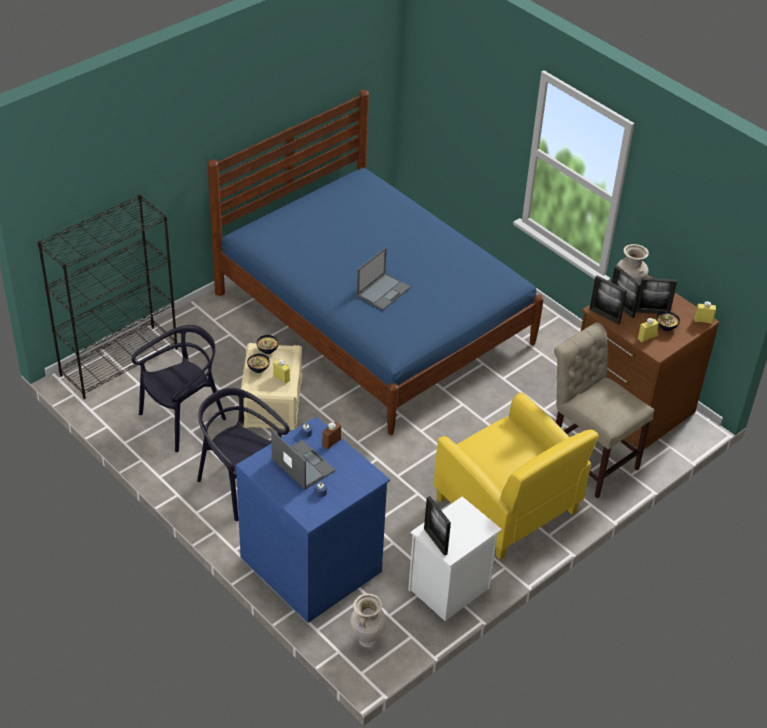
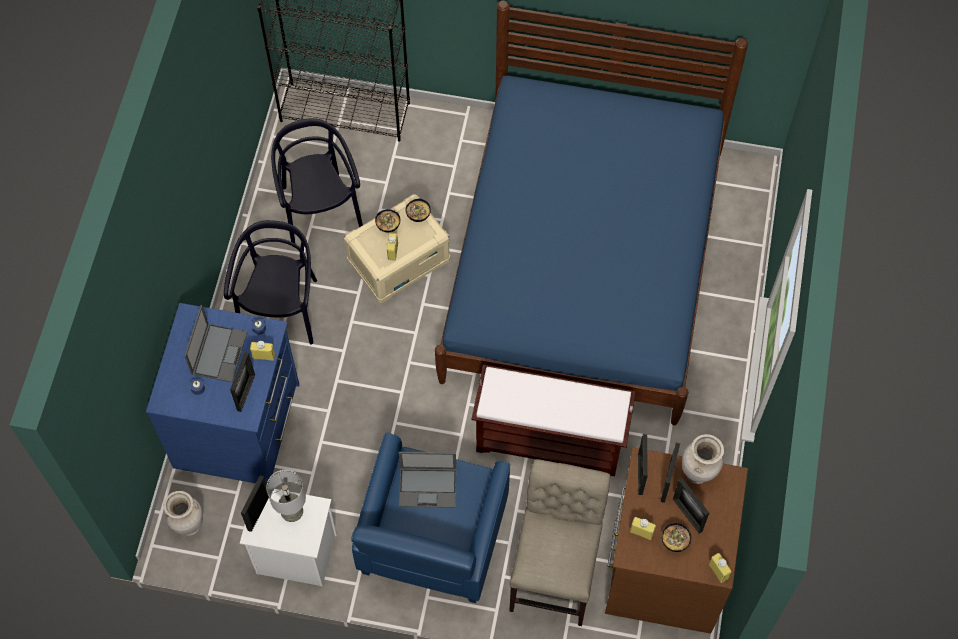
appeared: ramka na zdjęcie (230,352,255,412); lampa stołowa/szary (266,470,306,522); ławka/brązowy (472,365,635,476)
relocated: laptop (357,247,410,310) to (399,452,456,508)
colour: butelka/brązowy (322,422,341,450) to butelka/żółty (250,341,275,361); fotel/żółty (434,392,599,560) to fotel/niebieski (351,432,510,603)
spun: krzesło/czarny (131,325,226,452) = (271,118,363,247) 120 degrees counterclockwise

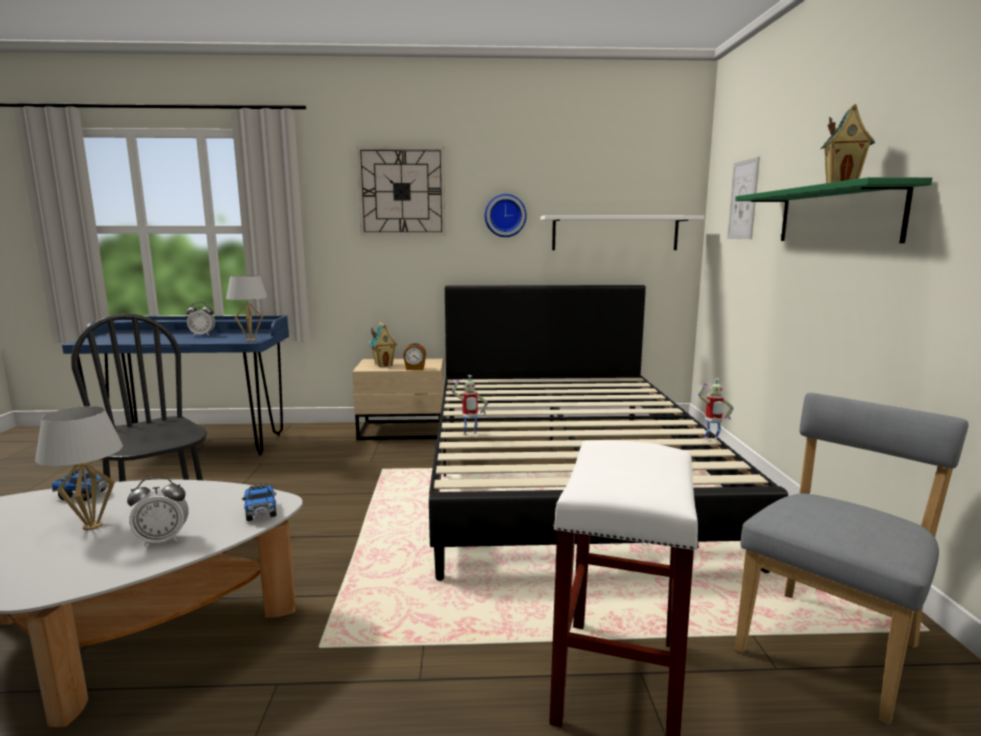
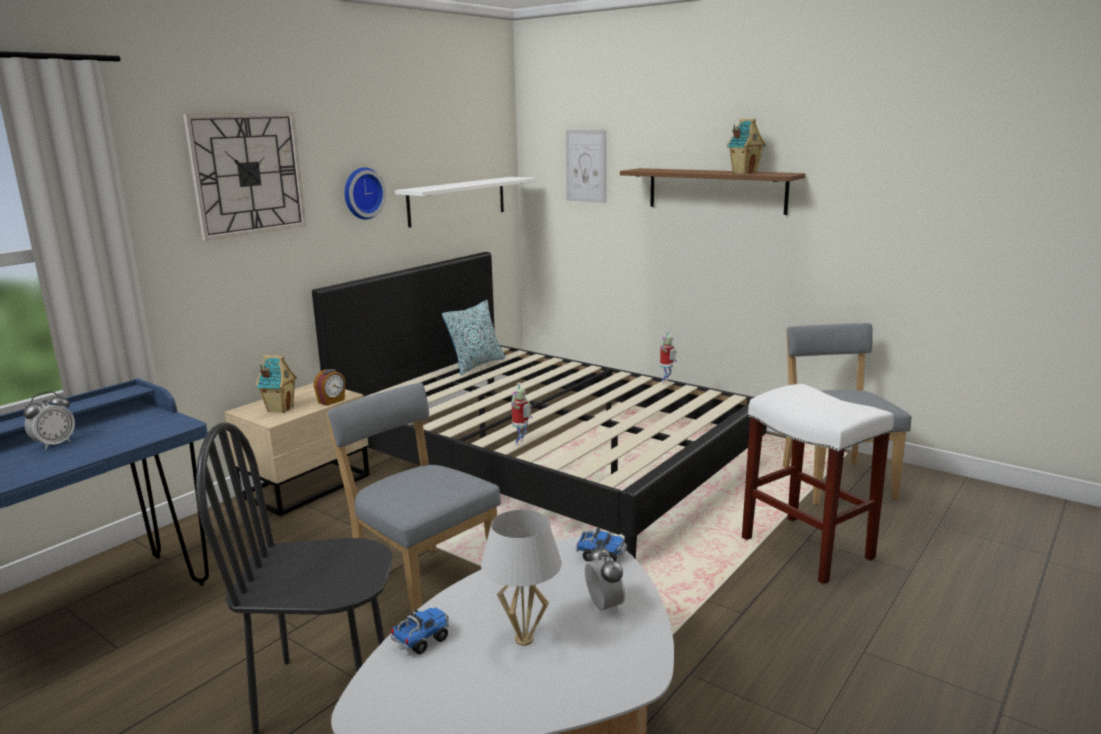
missing: lampa stołowa/biały (226,275,268,341)
appeared: krzesło/szary (326,383,501,613); poduszka (442,300,505,375)
colour: półka/zielony (735,177,932,243) to półka/brązowy (620,168,805,215)
spun: budzik (127,477,189,546) = (585,544,625,613) 45 degrees counterclockwise

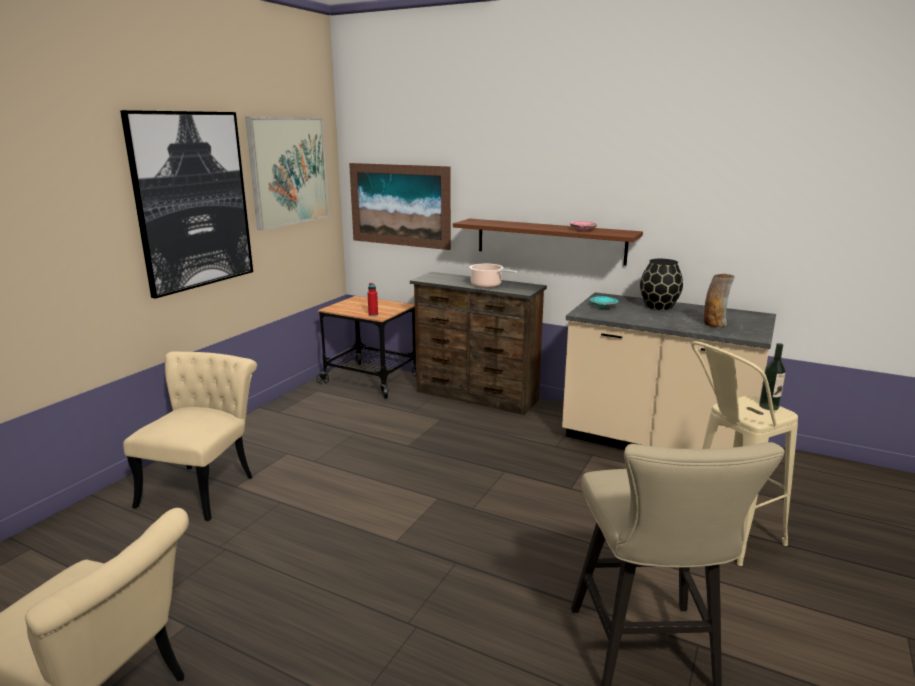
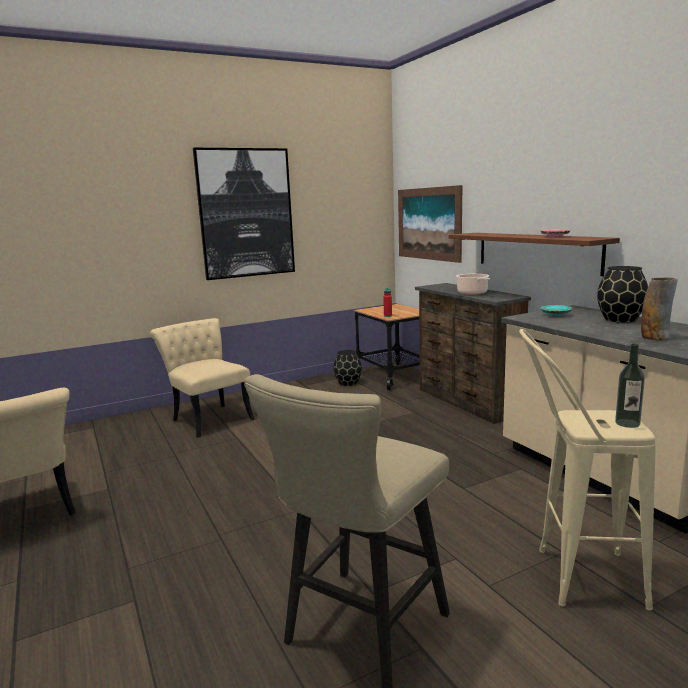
missing: obraz (245,117,329,230)
appeared: wazon/czarny (333,350,362,386)
spun: krzesło/beżowy (123,351,257,521) = (150,318,255,438) 90 degrees counterclockwise

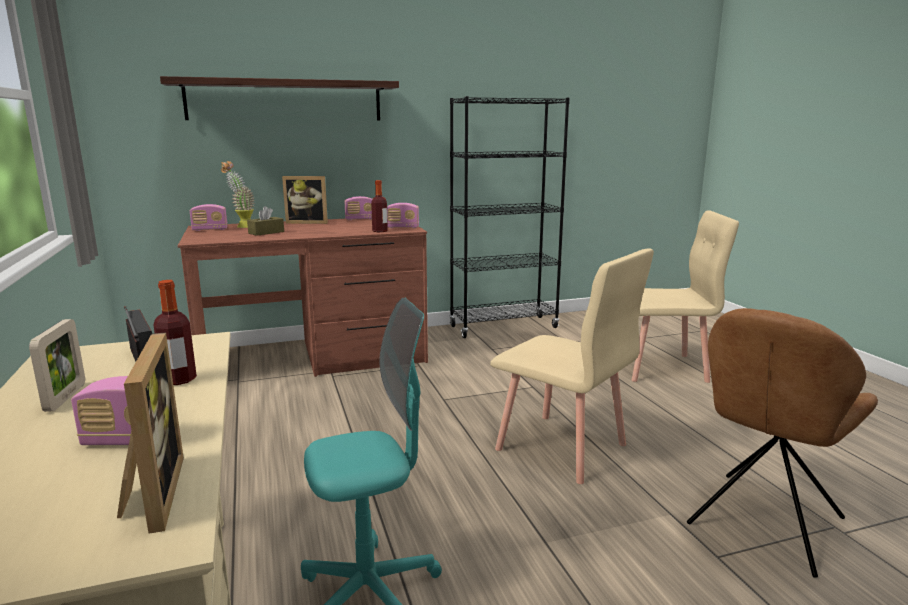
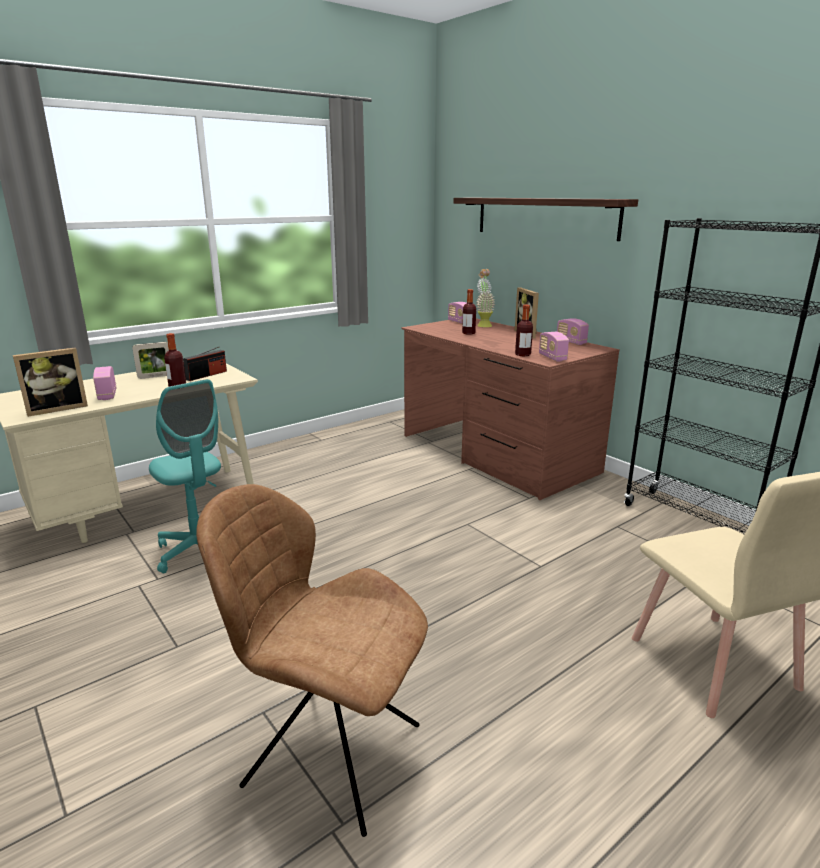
missing: krzesło/beżowy (490,248,654,484)
exchanged: pudełko chusteczek/brązowy (247,206,284,236) to butelka (462,289,476,335)

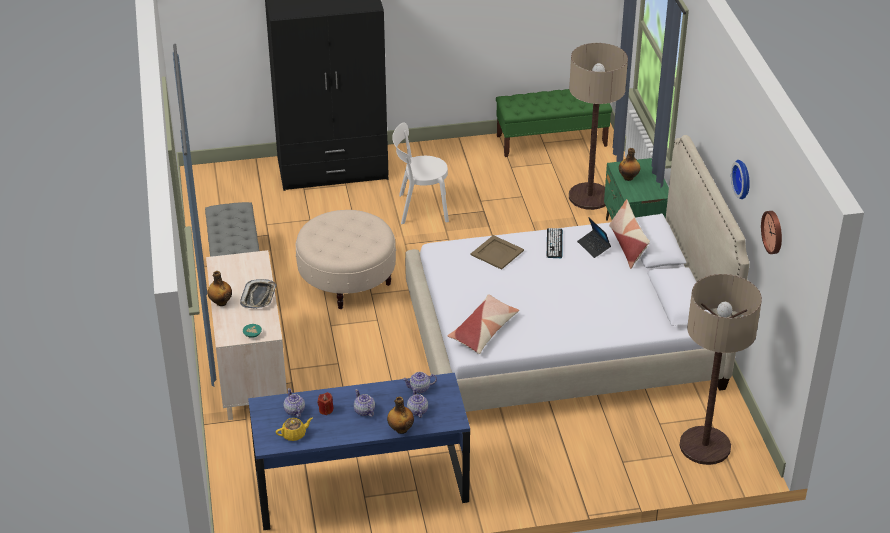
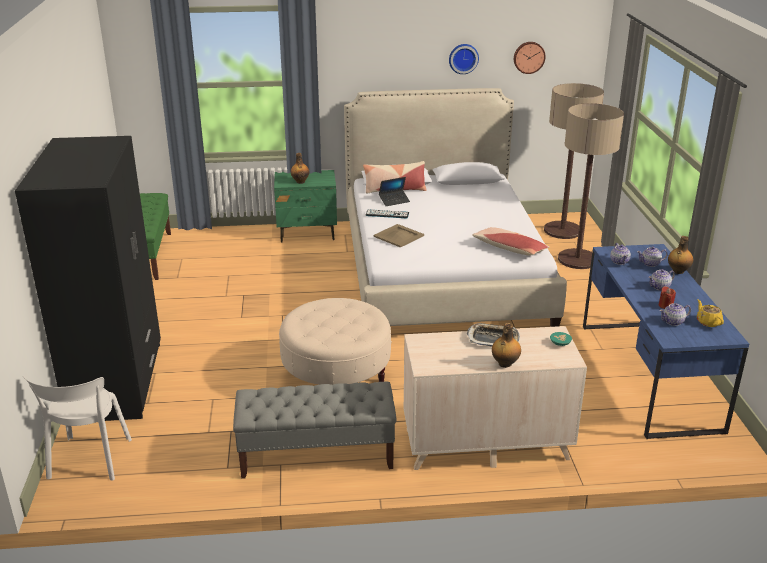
relocated: krzesło/biały (392,123,449,224) to (23,376,132,481); lampa stojąca (569,43,628,210) to (558,103,624,269)

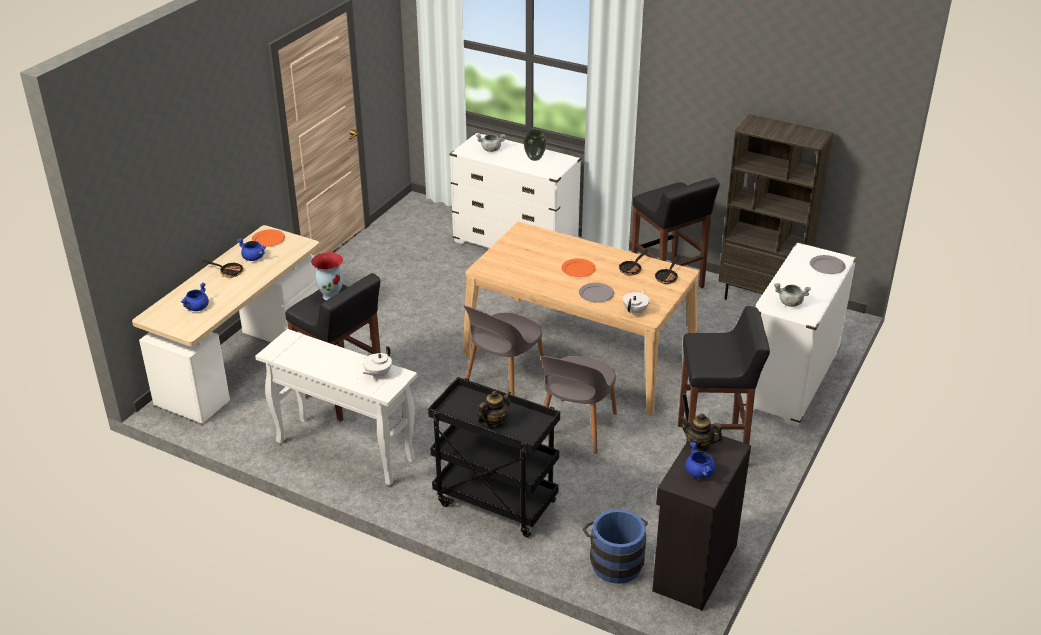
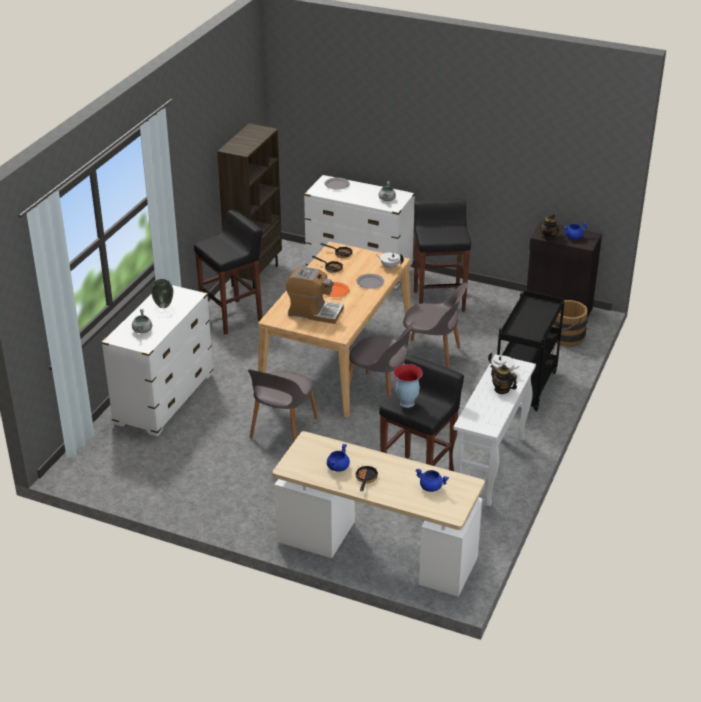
missing: talerz/pomarańczowy (252,229,285,247)
appeared: krzesło/szary (248,369,318,442); ekspres do kawy (286,266,344,324)
relocated: imbryk (477,391,511,428) to (491,364,517,394)
colour: wiadro/niebieski (583,509,648,584) to wiadro/brązowy (552,300,588,347)

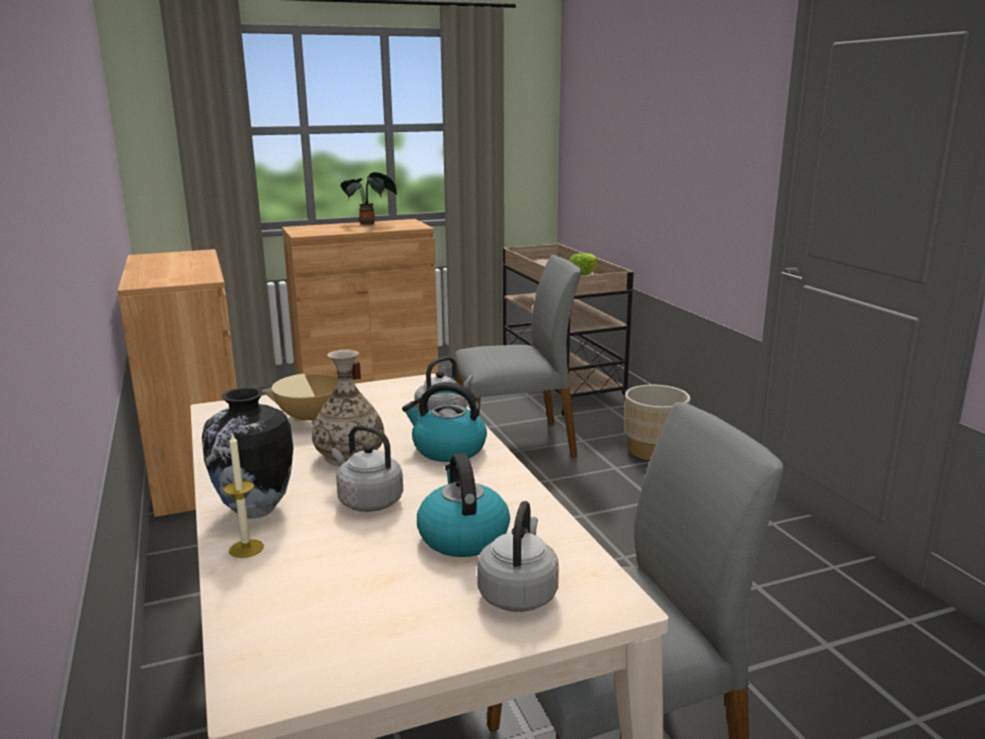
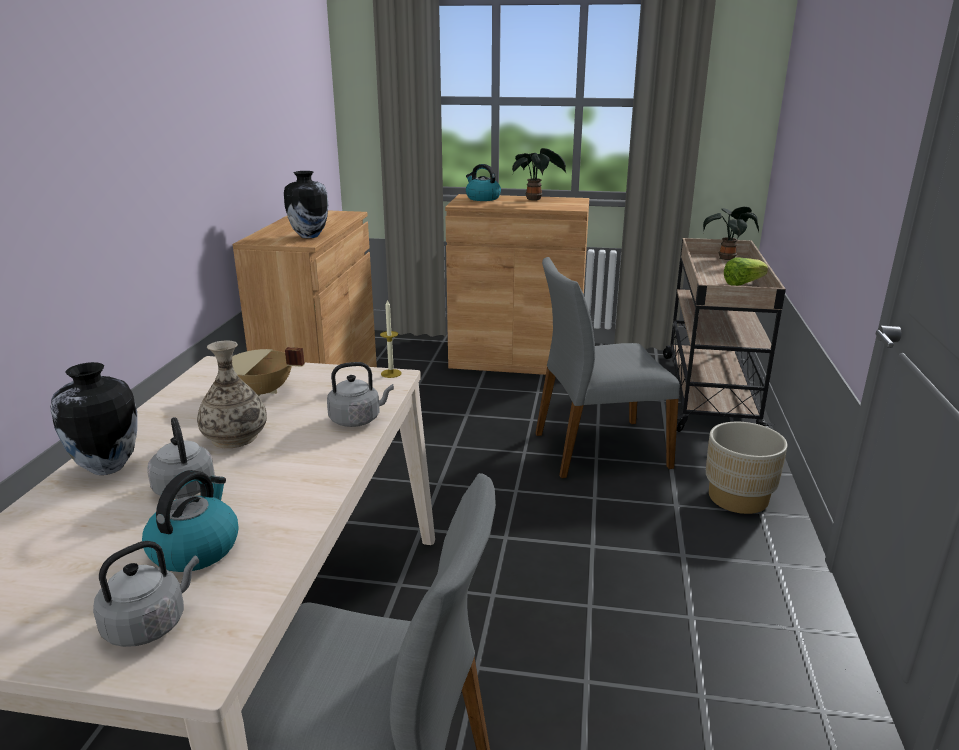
appeared: wazon (284,171,328,238); roślina doniczkowa (703,207,759,260)
relocated: świeca (224,433,264,558) to (380,299,402,378); czajnik (402,382,487,462) to (466,164,501,201)
spun: krzesło/szary (455,255,582,458) = (535,257,680,478) 150 degrees clockwise

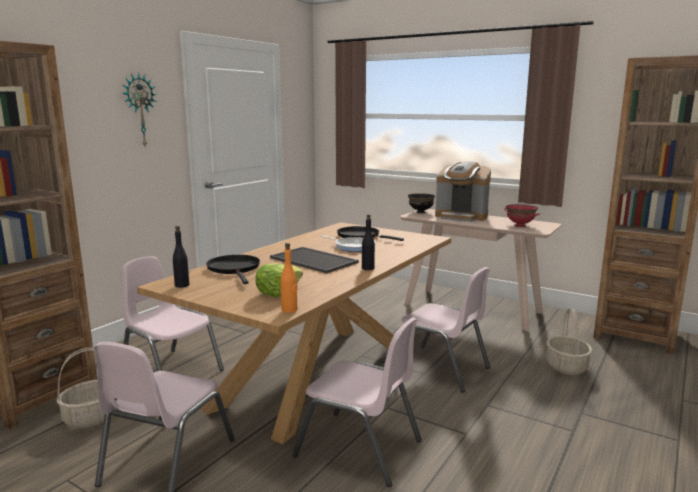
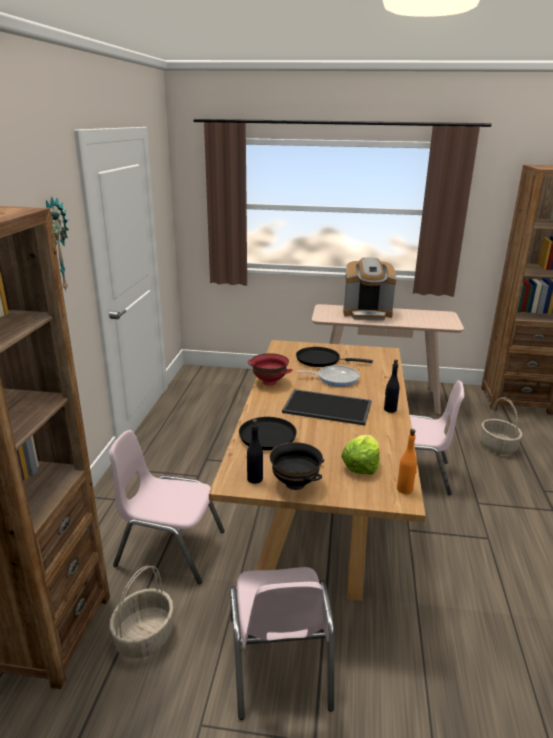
missing: krzesło/różowy (292,317,422,487)
relocated: miska/czarny (408,193,435,213) to (270,442,323,490); miska/czerwony (504,204,540,227) to (248,353,293,386)

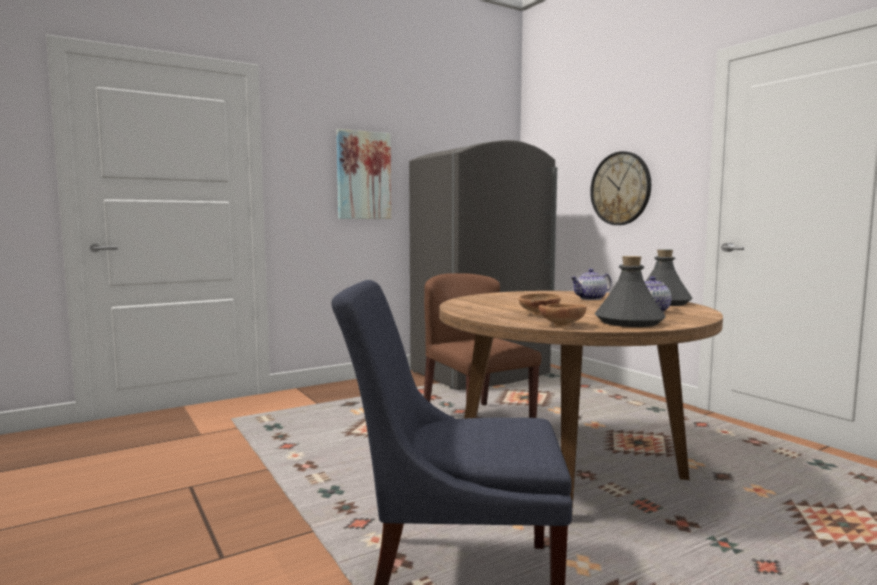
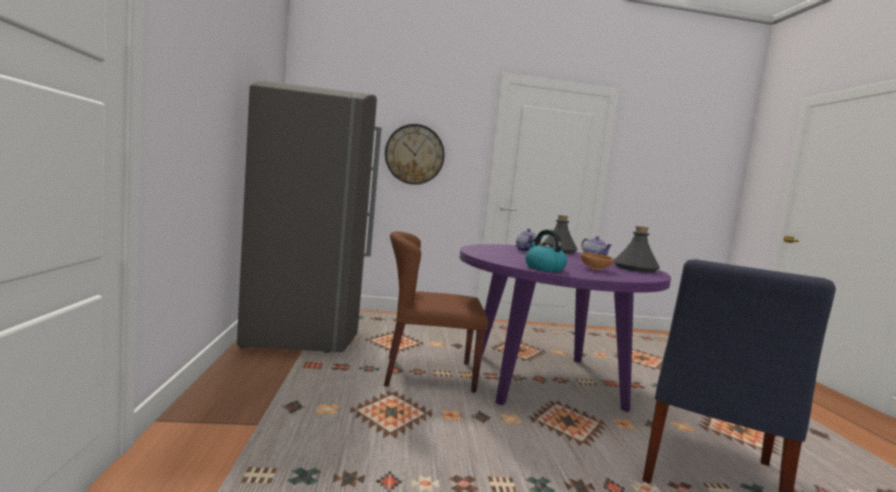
missing: obraz (336,129,391,219); miska/brązowy (539,304,587,327)
appeared: czajnik (525,230,567,272)
colour: stół jadalny/brązowy (439,291,723,524) to stół jadalny/fioletowy (459,244,671,412)

